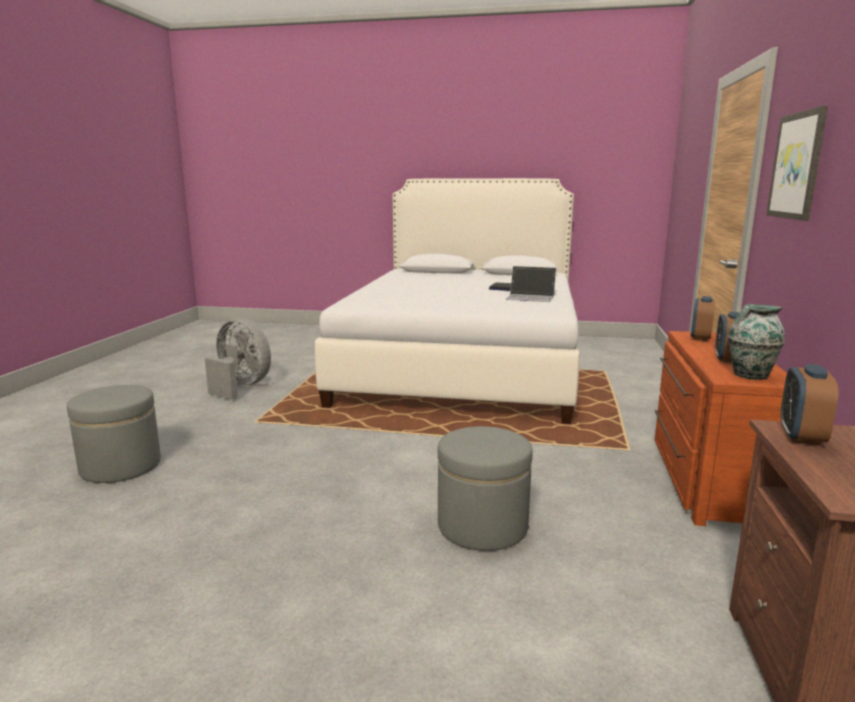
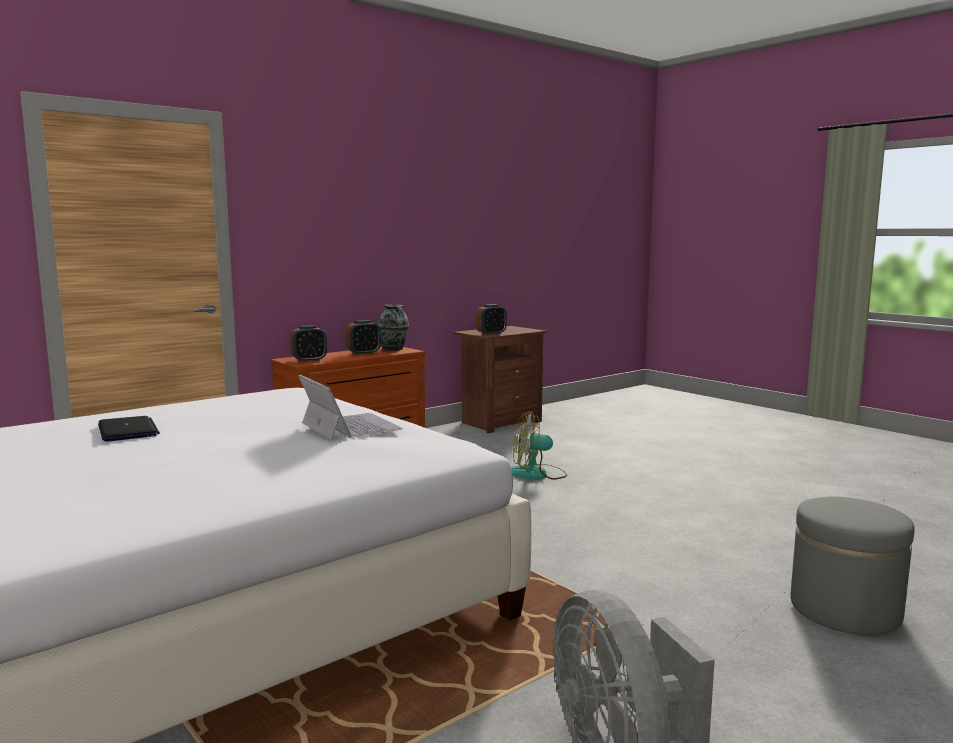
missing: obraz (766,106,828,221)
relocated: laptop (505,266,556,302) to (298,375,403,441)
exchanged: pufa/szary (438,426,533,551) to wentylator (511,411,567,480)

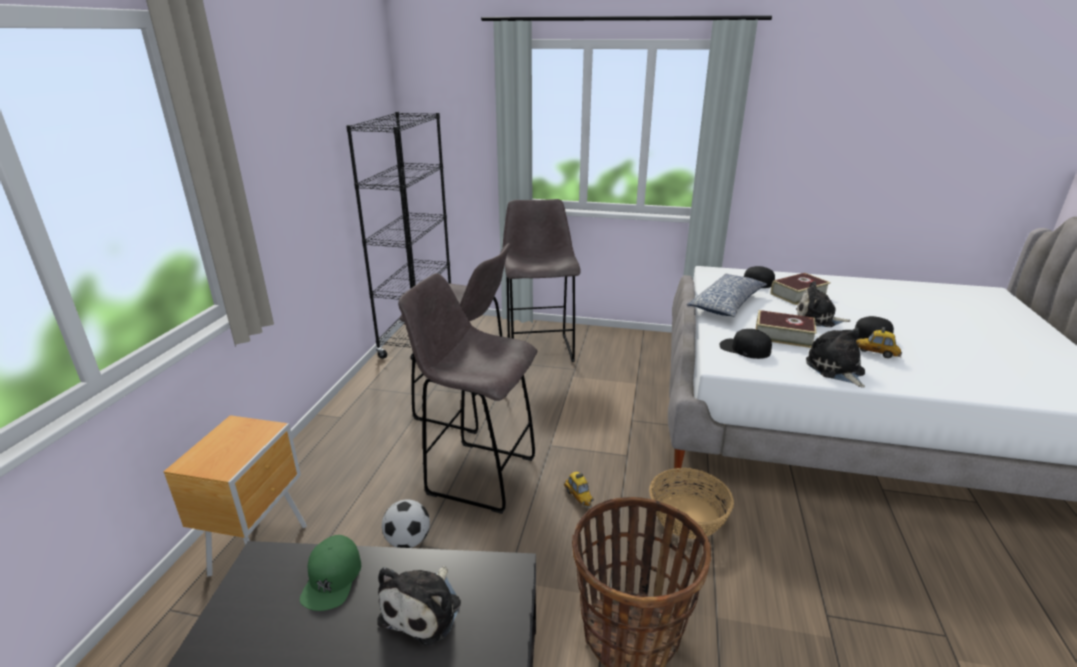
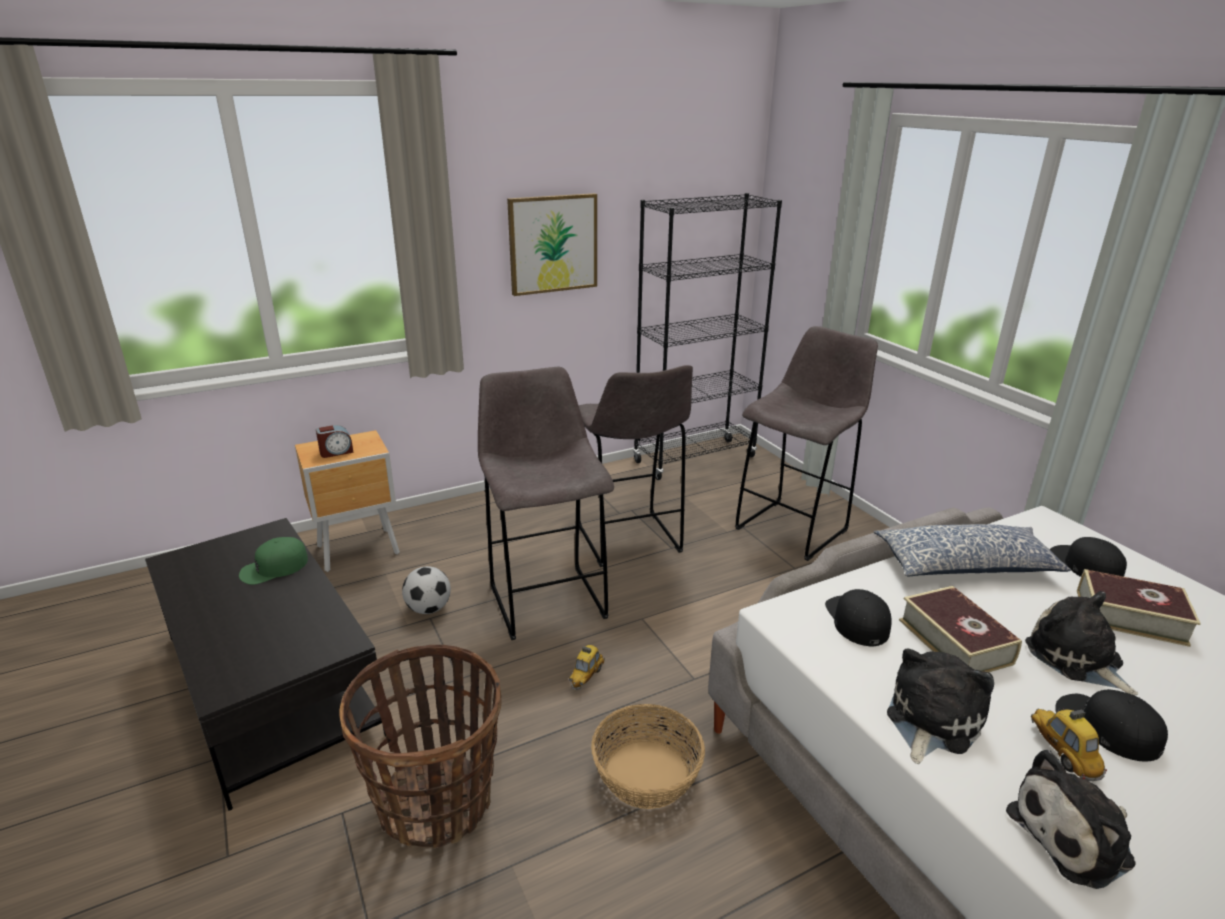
appeared: budzik (316,425,354,458); obraz (507,193,597,296)
relocated: pluszak (377,566,461,645) to (1006,750,1135,889)

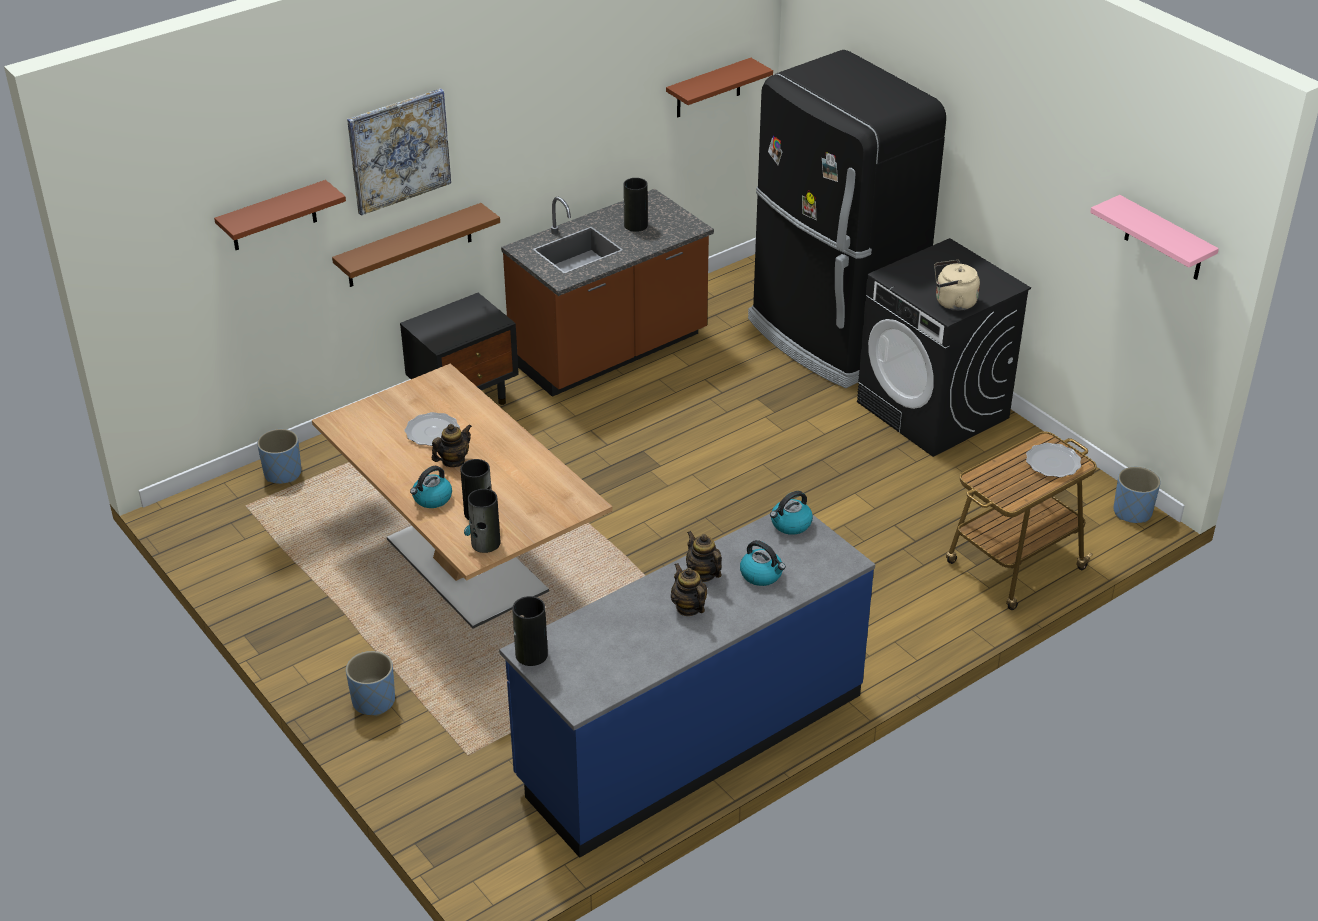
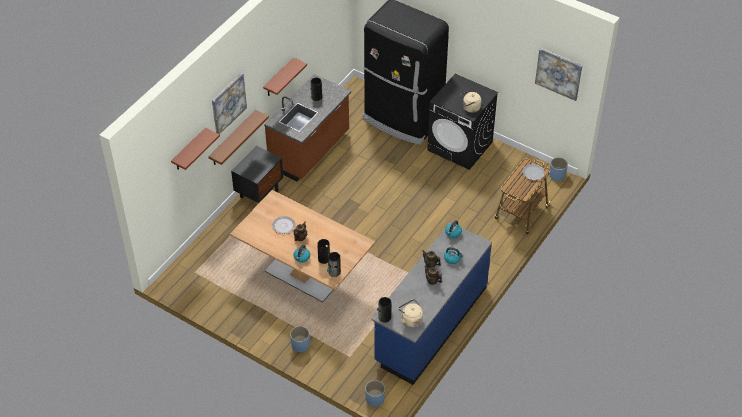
appeared: czajnik/beżowy (398,299,423,327)
relocated: donica/niebieski (257,429,301,484) to (365,380,385,407); półka/brązowy (666,58,773,117) to (263,57,307,96)
exchanged: półka/różowy (1090,195,1219,280) to obraz (535,48,583,101)

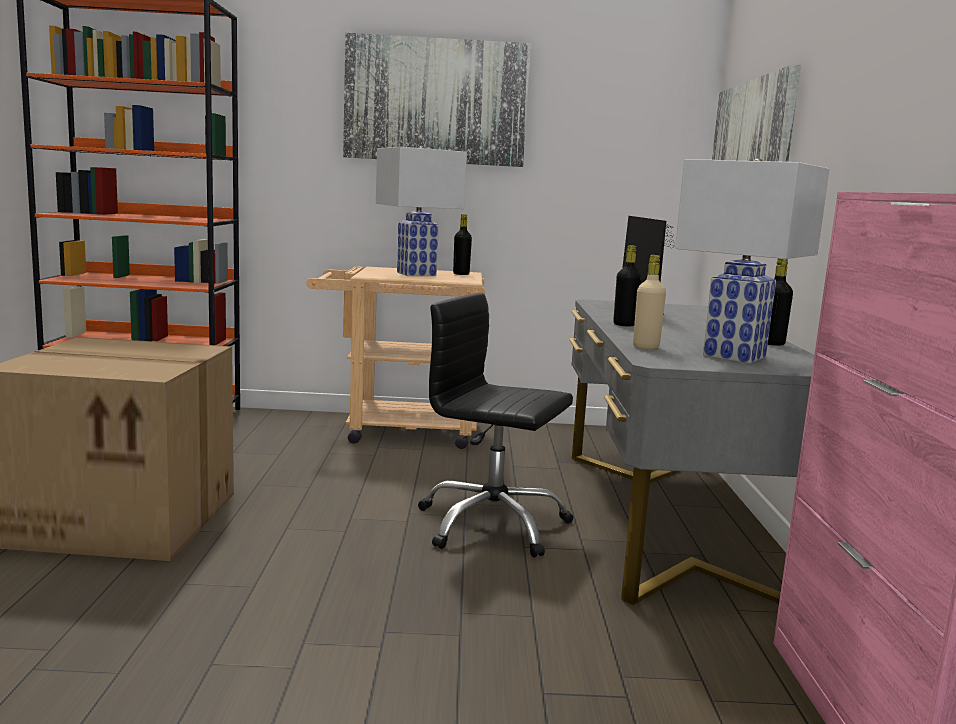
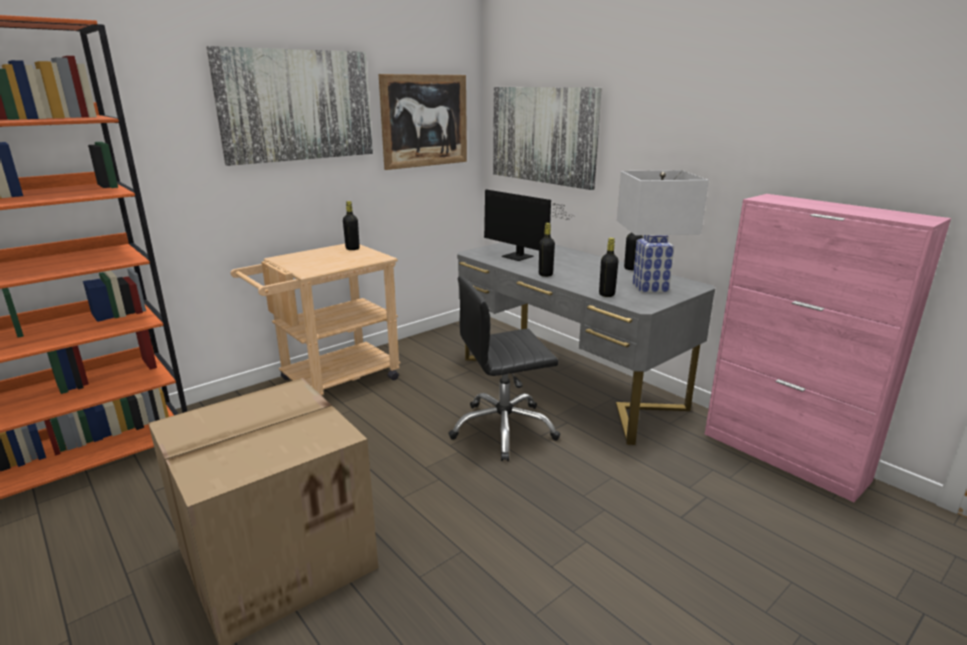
missing: lampa stołowa/biały (376,146,467,276)
appeared: obraz (379,74,467,170)
colour: butelka/beżowy (633,255,666,349) to butelka/czarny (599,238,619,297)

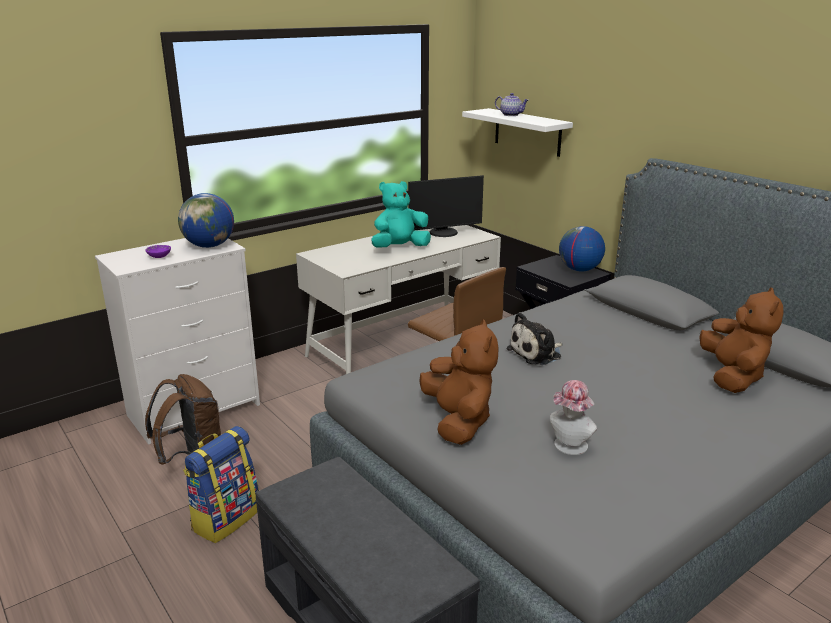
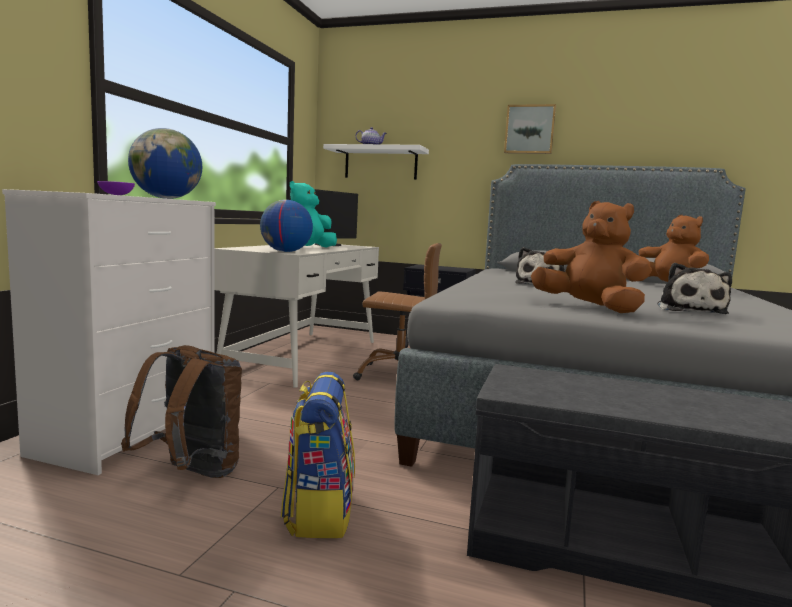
appeared: obraz (504,104,556,154)
relocated: globus (559,226,605,272) to (260,200,313,252)
exchanged: kapelusz (550,380,597,455) to pluszak (657,263,732,314)

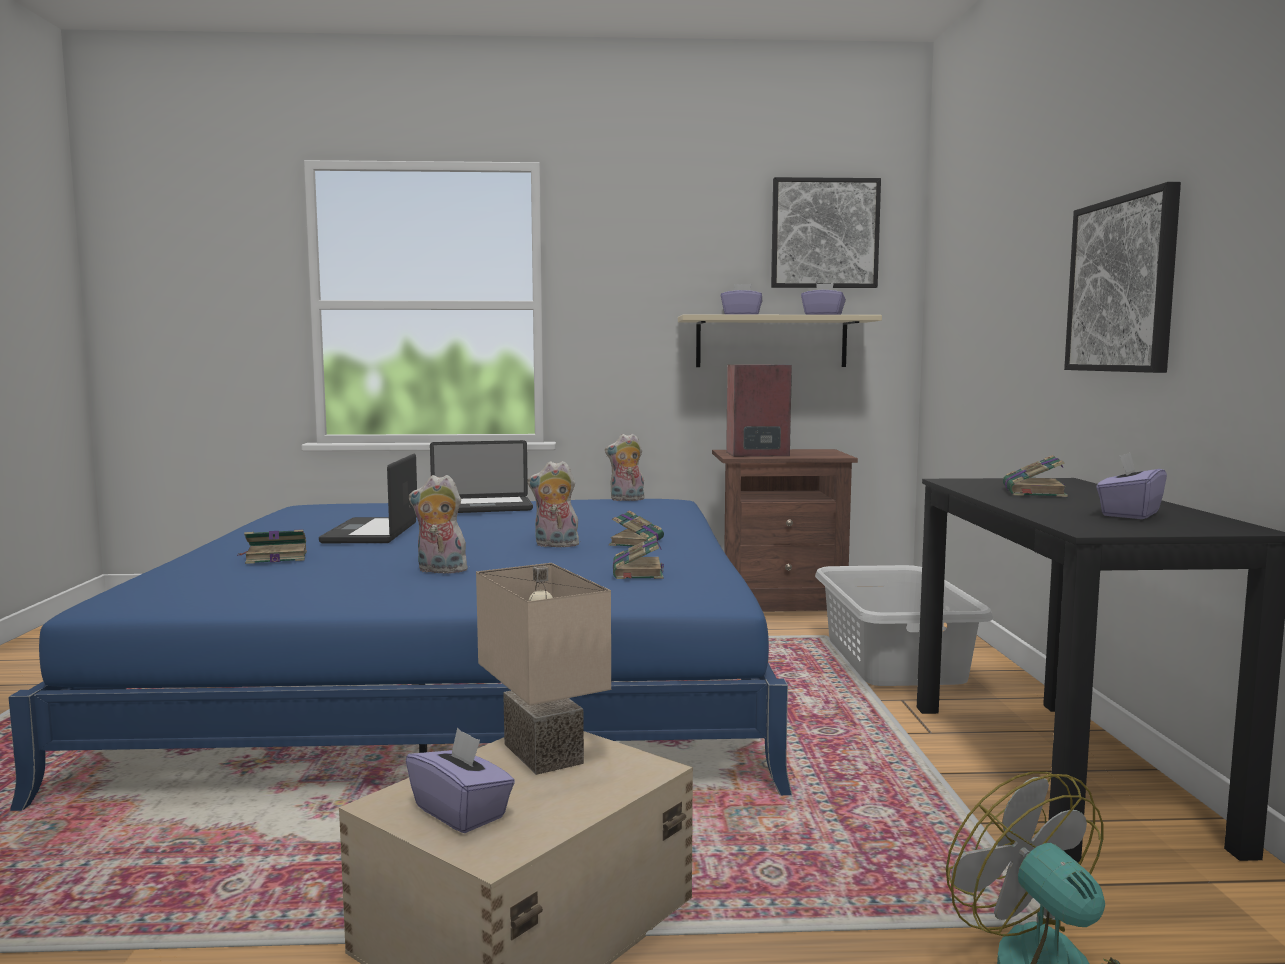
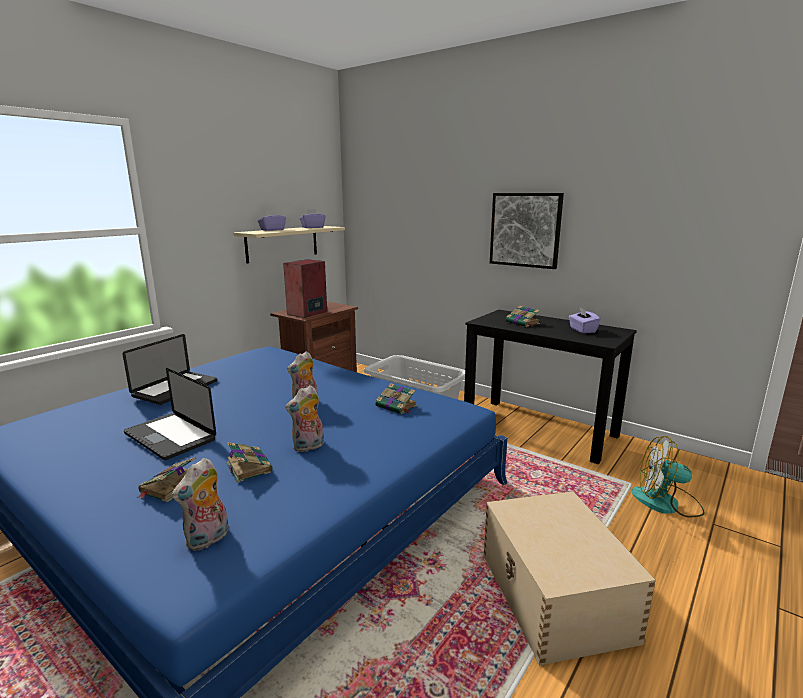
missing: pudełko chusteczek/fioletowy (406,727,515,833); lampa stołowa/beżowy (476,563,611,775); obraz (771,177,881,288)
relocated: pluszak (605,434,645,501) to (172,458,229,551); książka (609,510,664,546) to (226,442,273,482)

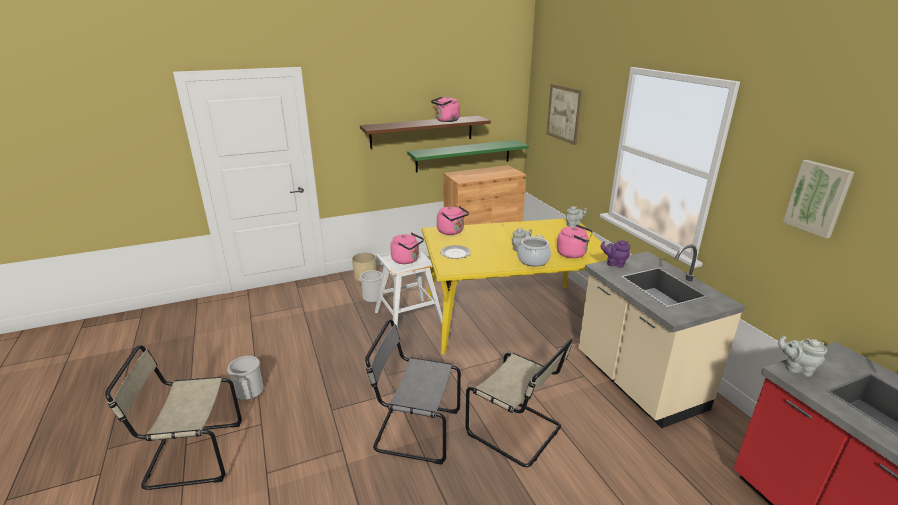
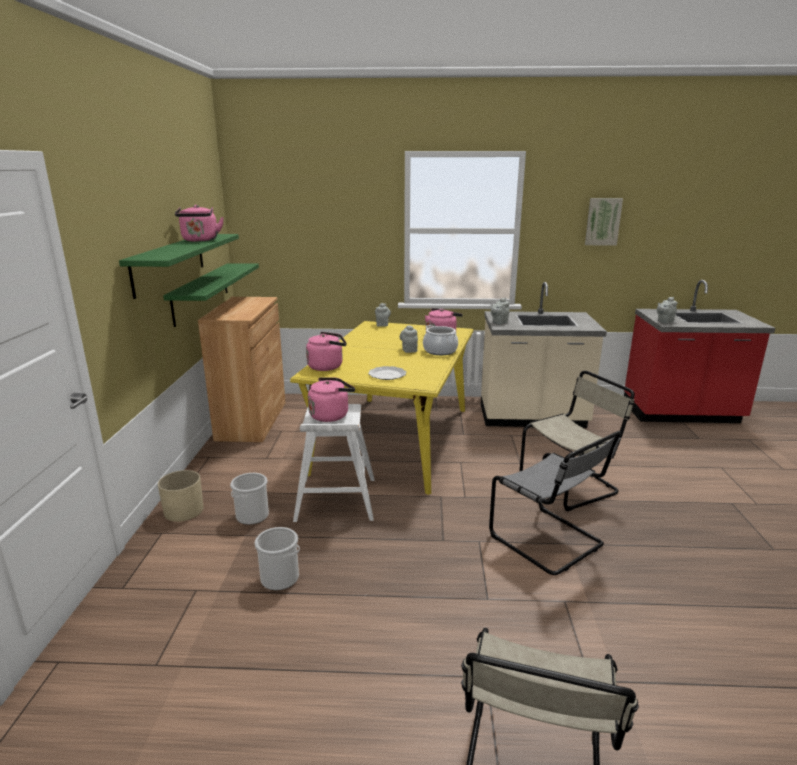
missing: obraz (546,84,583,145)
relocated: wiadro (227,356,263,400) to (255,527,300,590)
colour: półka/brązowy (360,116,491,149) to półka/zielony (119,234,239,299); imbryk/fioletowy (600,240,630,268) to imbryk/szary (491,298,510,324)
spun: krzesło/szary (365,319,461,465) = (489,431,621,575) 75 degrees counterclockwise

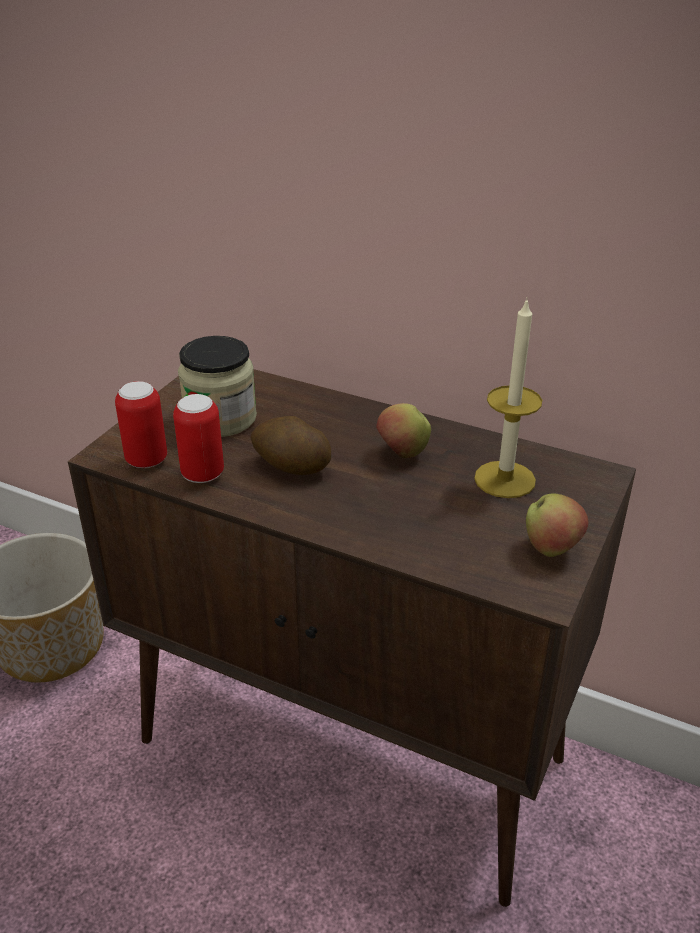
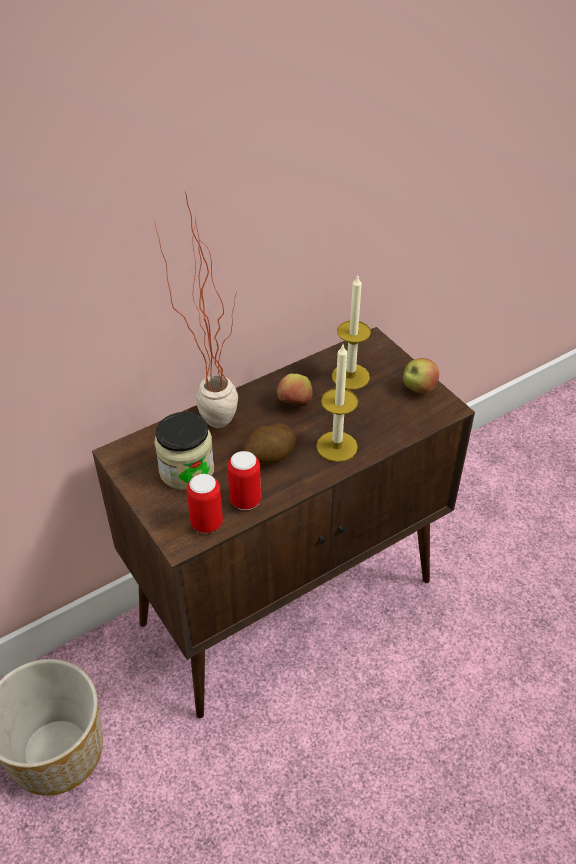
appeared: roślina doniczkowa (155,191,238,428); świeca (316,345,358,462)

